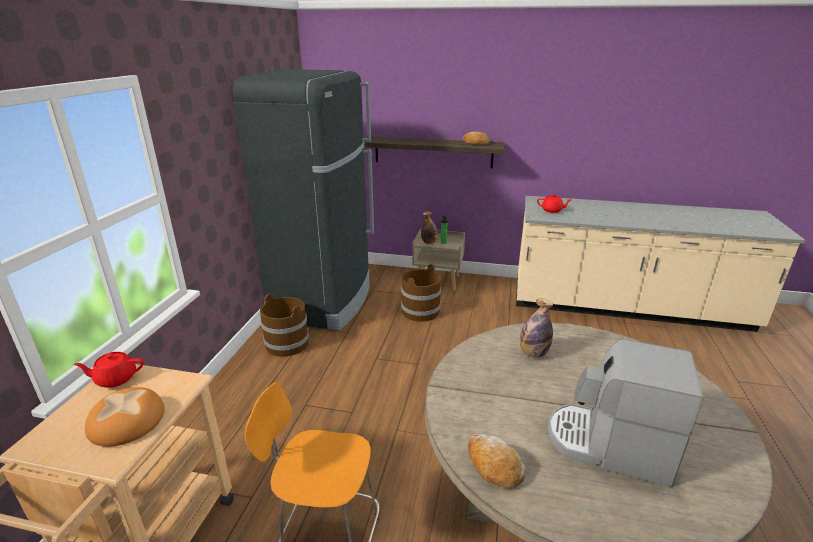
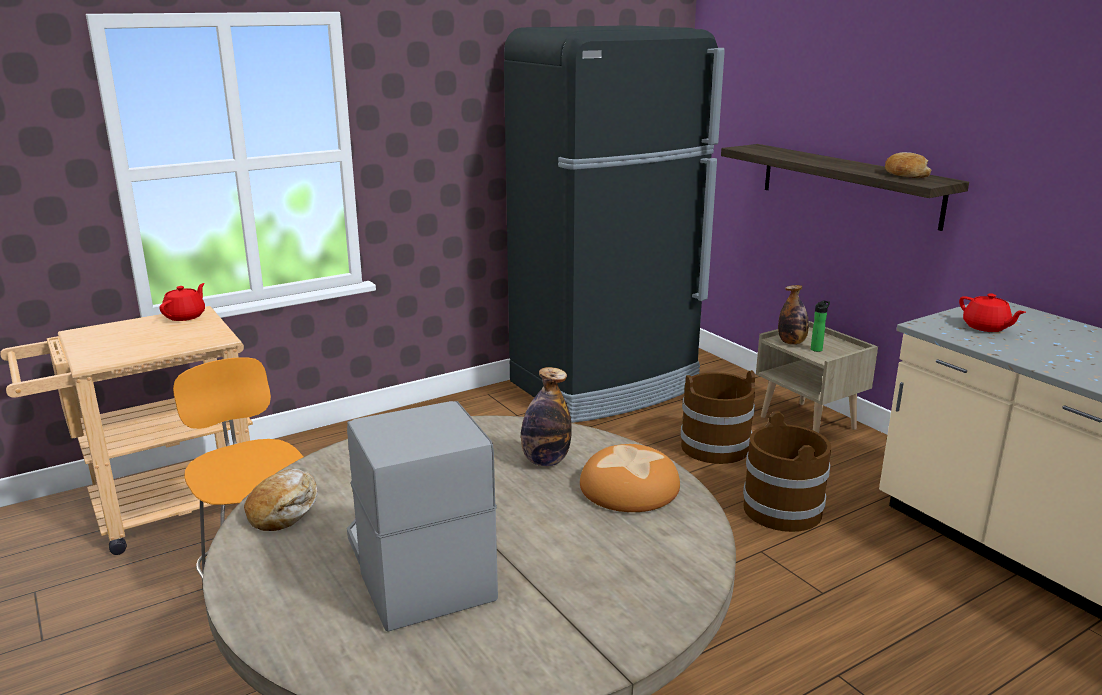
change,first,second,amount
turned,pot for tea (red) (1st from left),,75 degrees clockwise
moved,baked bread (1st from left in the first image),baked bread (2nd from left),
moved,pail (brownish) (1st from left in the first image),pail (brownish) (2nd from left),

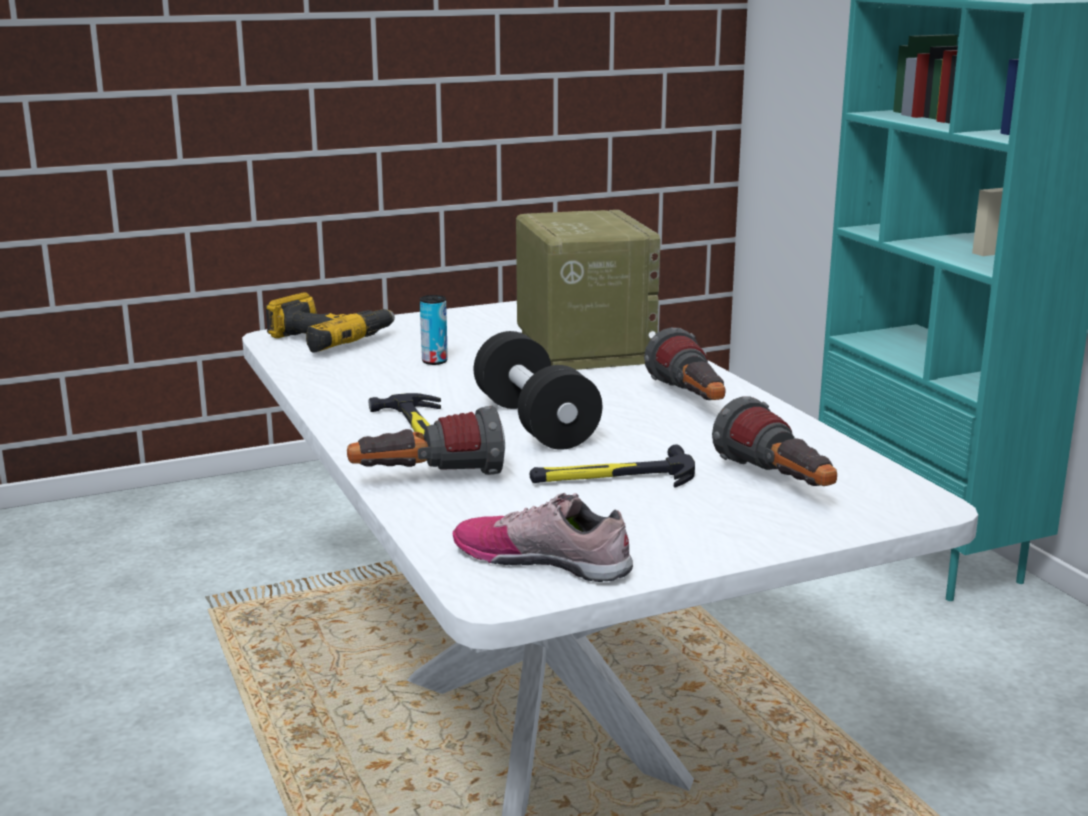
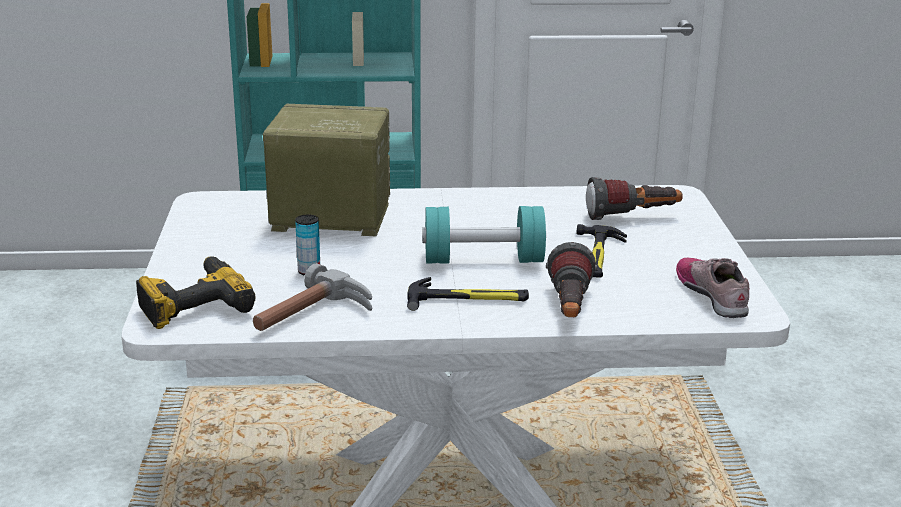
change,first,second,amount
turned,low shoe,,120 degrees clockwise
recoloured,dumbbell (blackish),dumbbell (turquoise-coloured),
removed,torch (2nd from left),,
added,,tool hammer (1st from left),

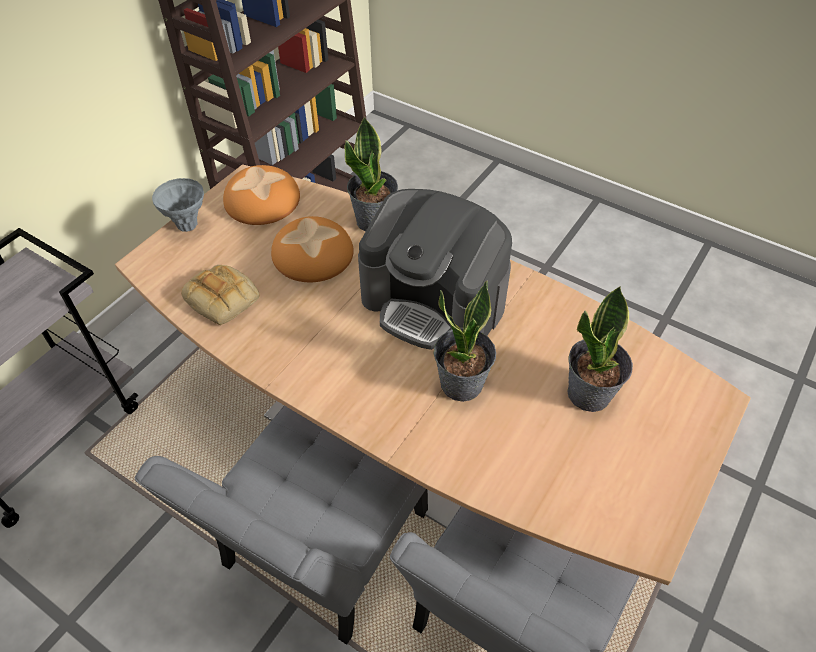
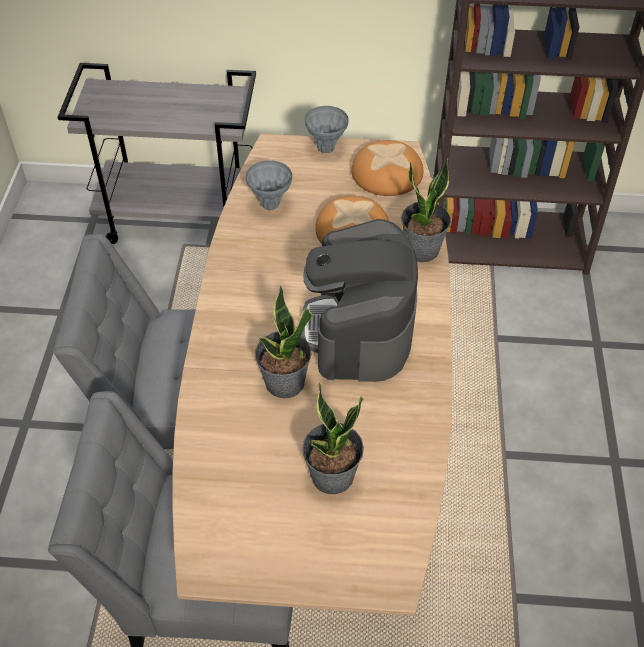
change,first,second,amount
replaced,baked bread (1st from left),flower vase (grey) (1st from left),

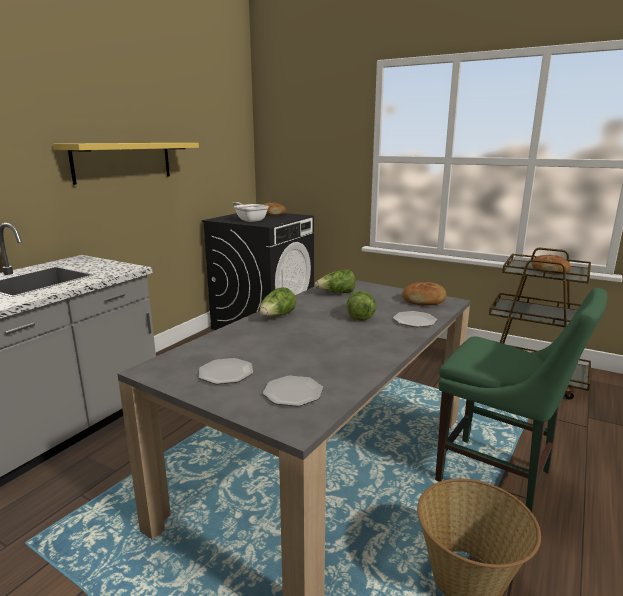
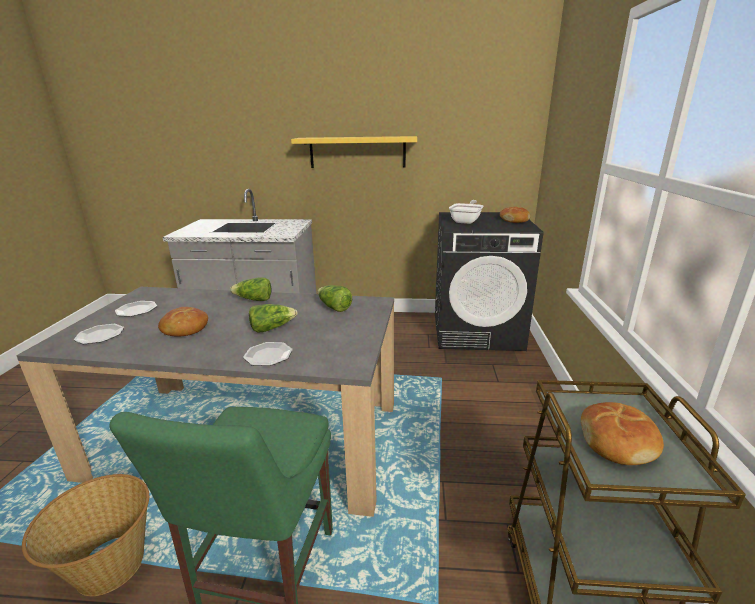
change,first,second,amount
moved,baked bread (2nd from left in the first image),baked bread (1st from left),

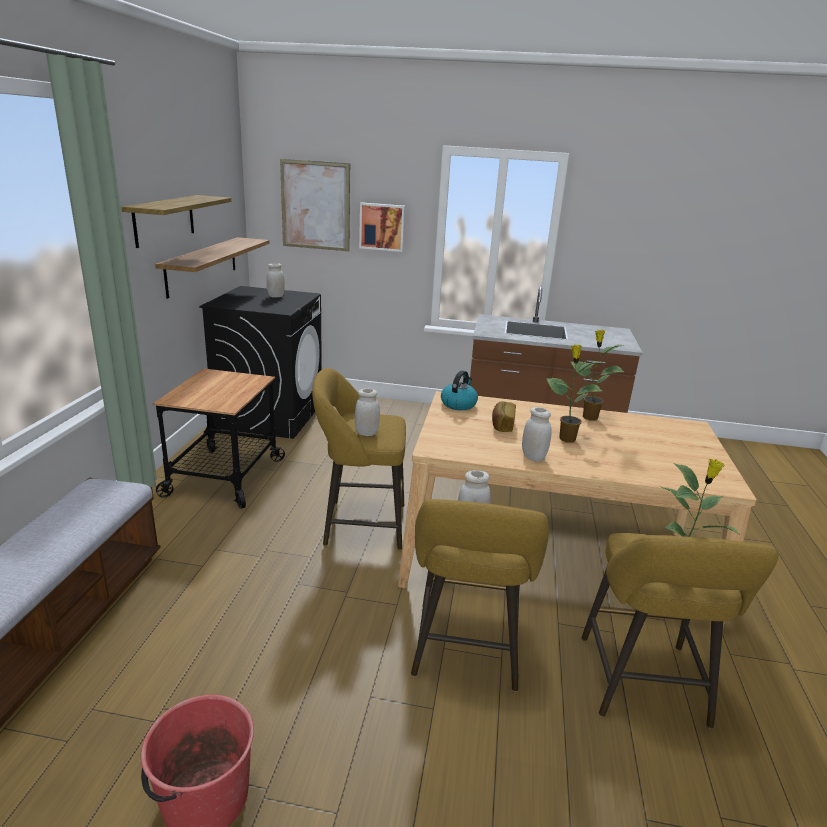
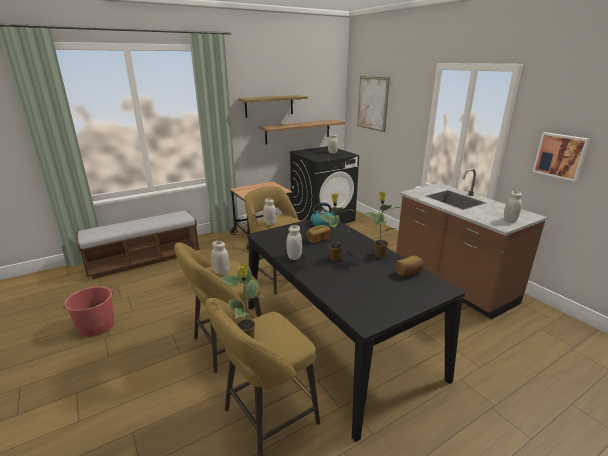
change,first,second,amount
moved,wall art (2nd from left),,
recoloured,dining table (sand-coloured),dining table (blackish),
added,,baked bread (2nd from left),
added,,jar (white-coloured) (5th from left),

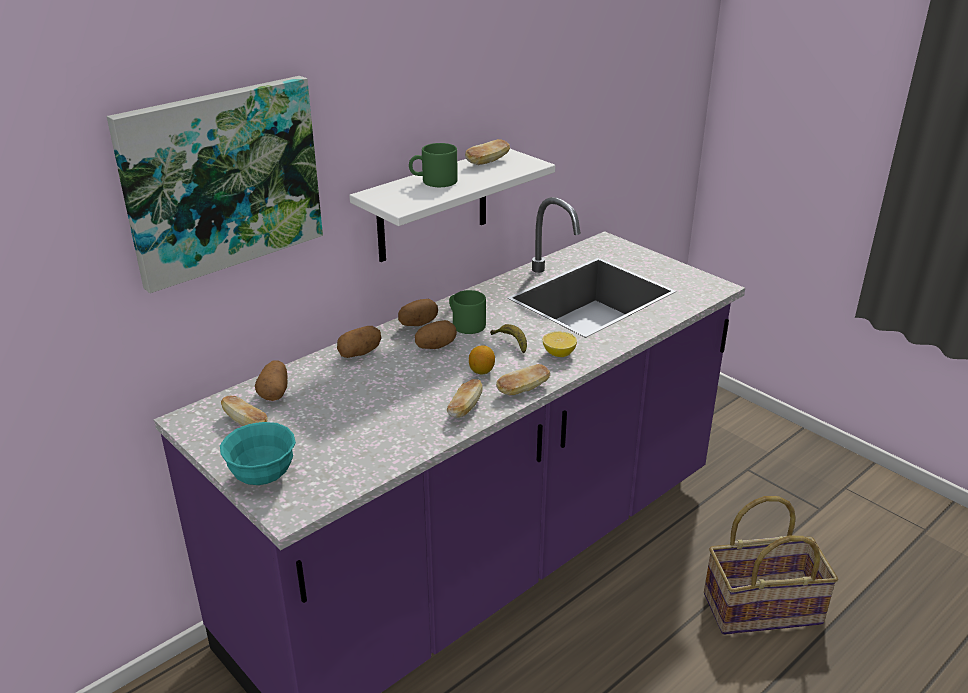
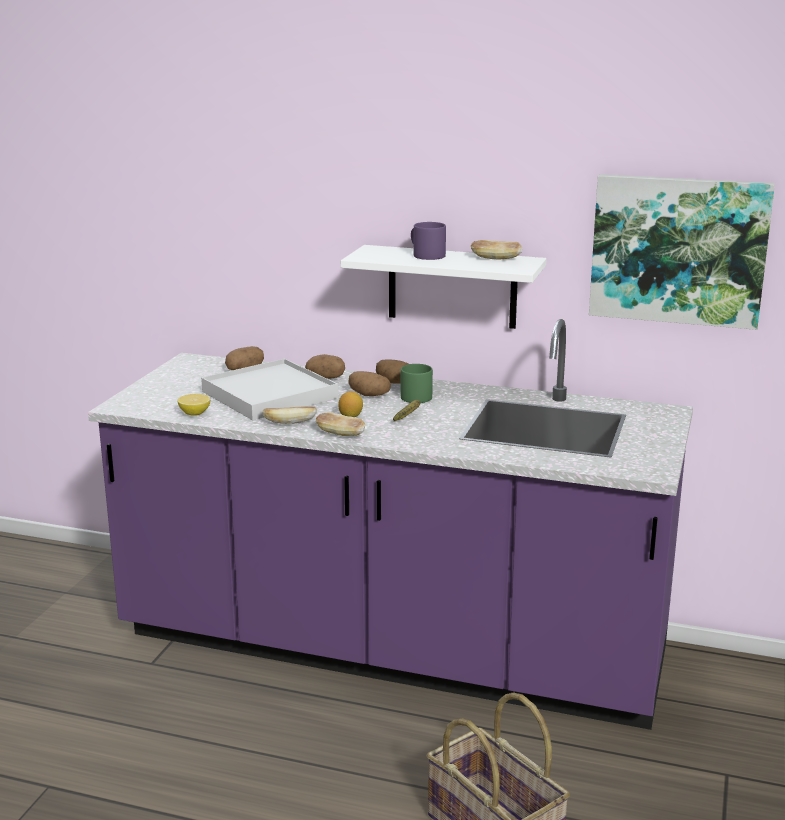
change,first,second,amount
moved,wall art,,
removed,bowl (turquoise-coloured),,
removed,baked bread (1st from left),,
recoloured,coffee mug (greenish) (1st from left),coffee mug (purplish),
moved,citrus fruit (2nd from left in the first image),citrus fruit (1st from left),
added,,carrying tray (white-coloured),

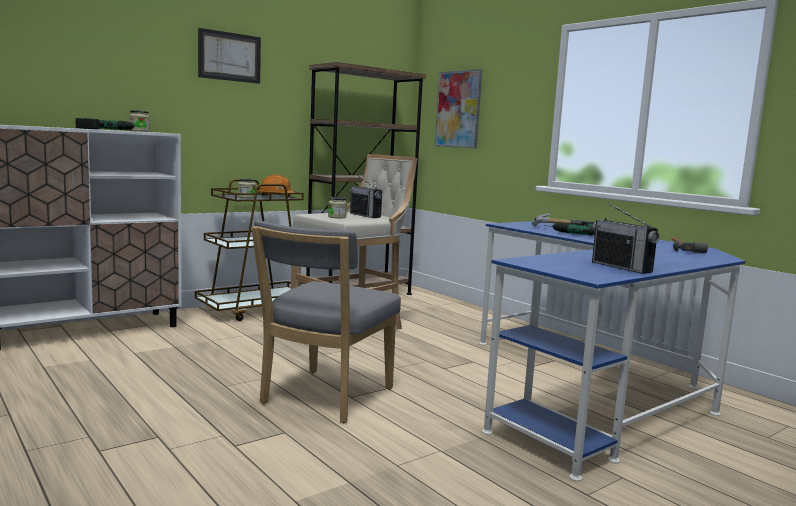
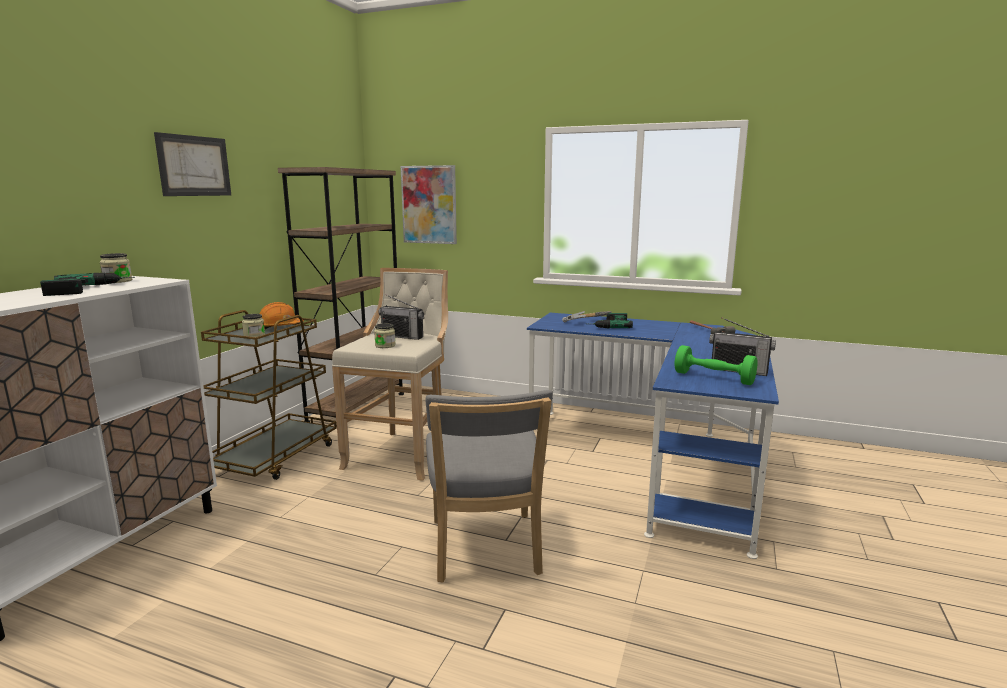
change,first,second,amount
added,,dumbbell (greenish),

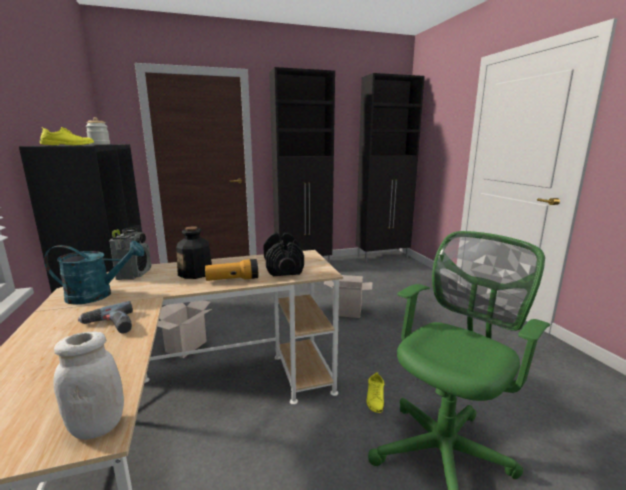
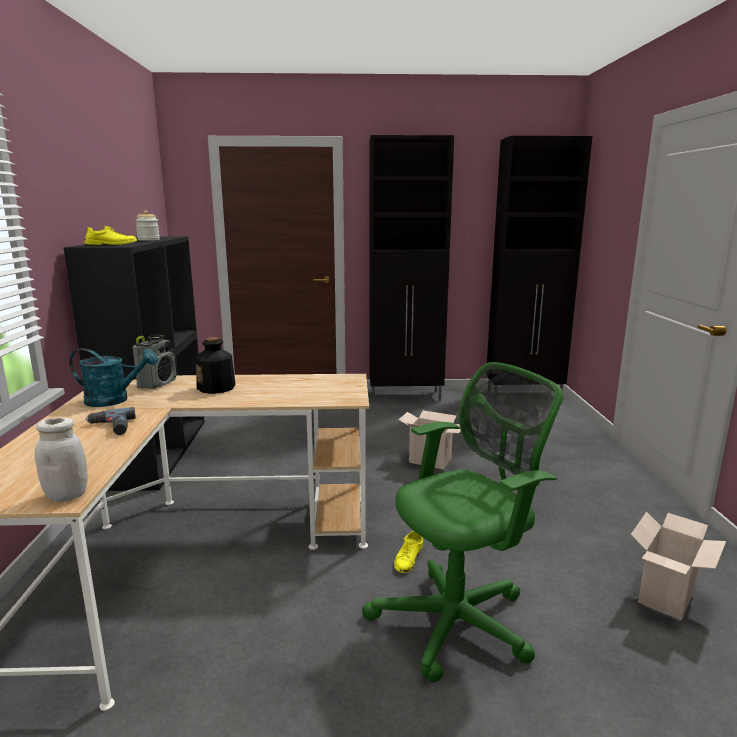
change,first,second,amount
moved,carton (1st from left in the first image),carton (2nd from left),
removed,torch,,
removed,dumbbell (blackish),,

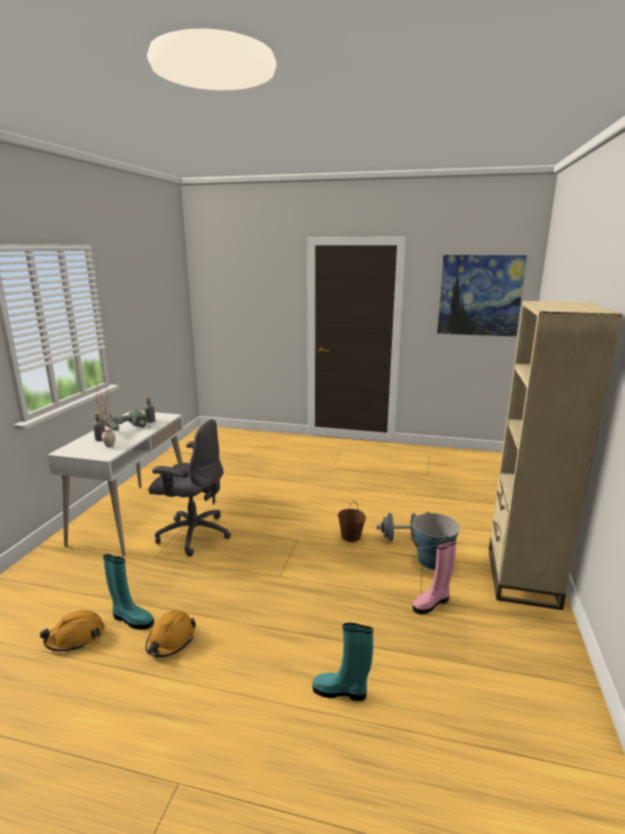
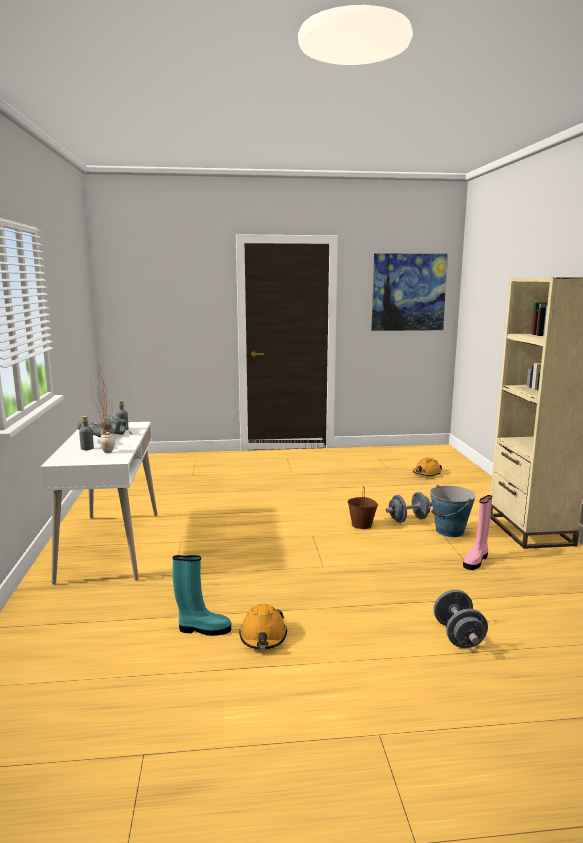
change,first,second,amount
moved,work helmet (orangey) (1st from left in the first image),work helmet (orangey) (2nd from left),
removed,desk chair (grey),,
replaced,boot (turquoise-coloured) (2nd from left),dumbbell (grey) (2nd from left),

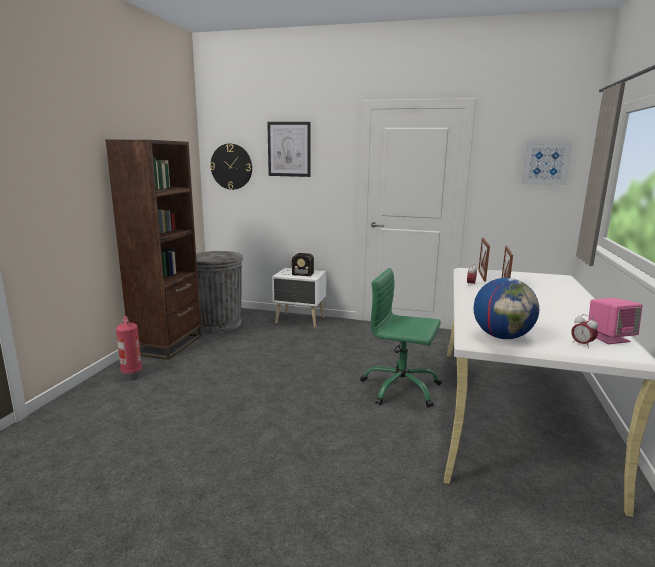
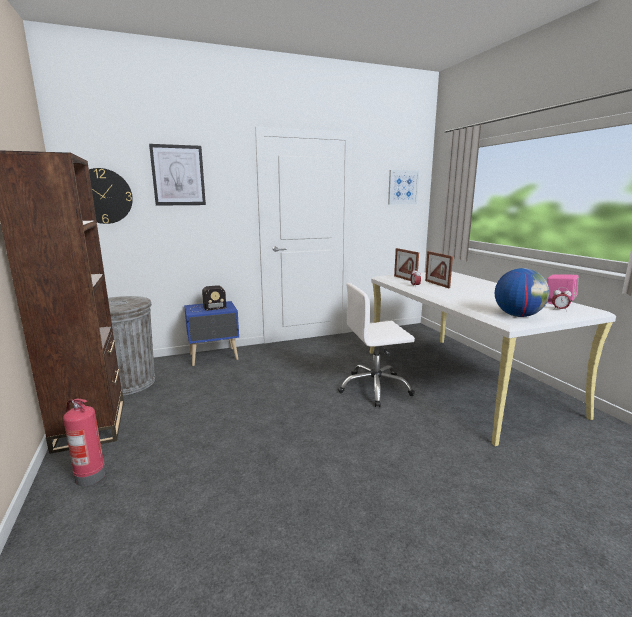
change,first,second,amount
recoloured,nightstand (white-coloured),nightstand (bluish),
recoloured,desk chair (greenish),desk chair (white-coloured),

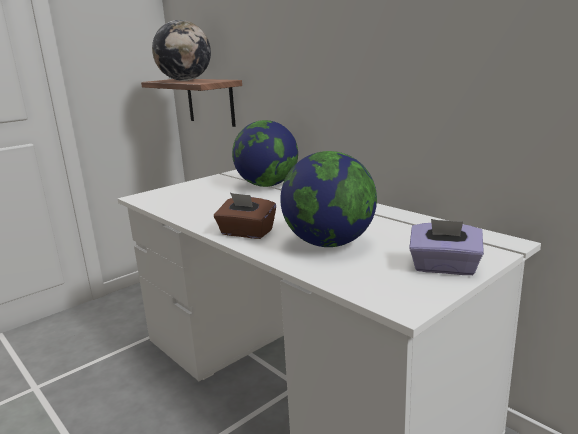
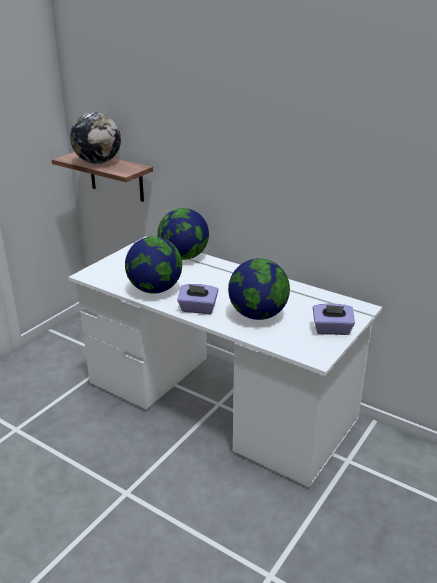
change,first,second,amount
recoloured,tissue holder (brownish),tissue holder (purplish) (1st from left),
added,,world globe (2nd from left),

